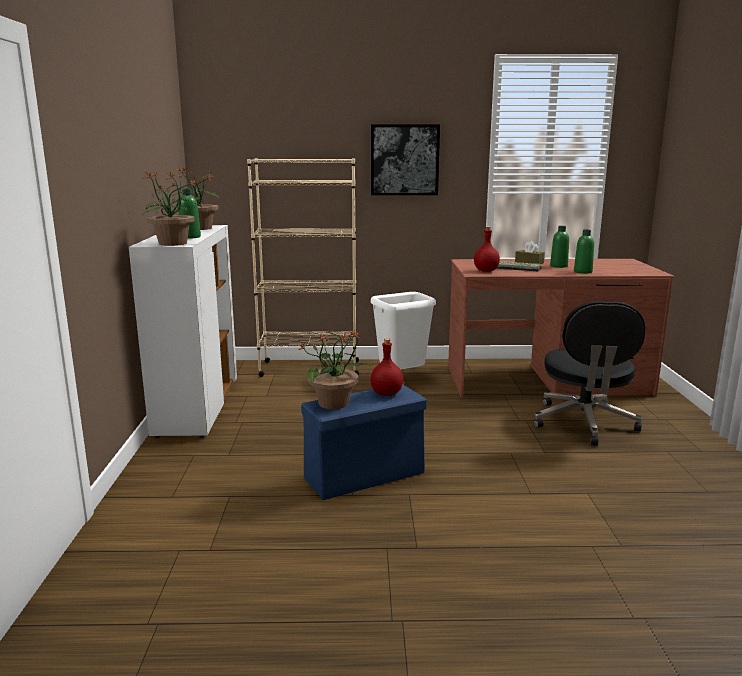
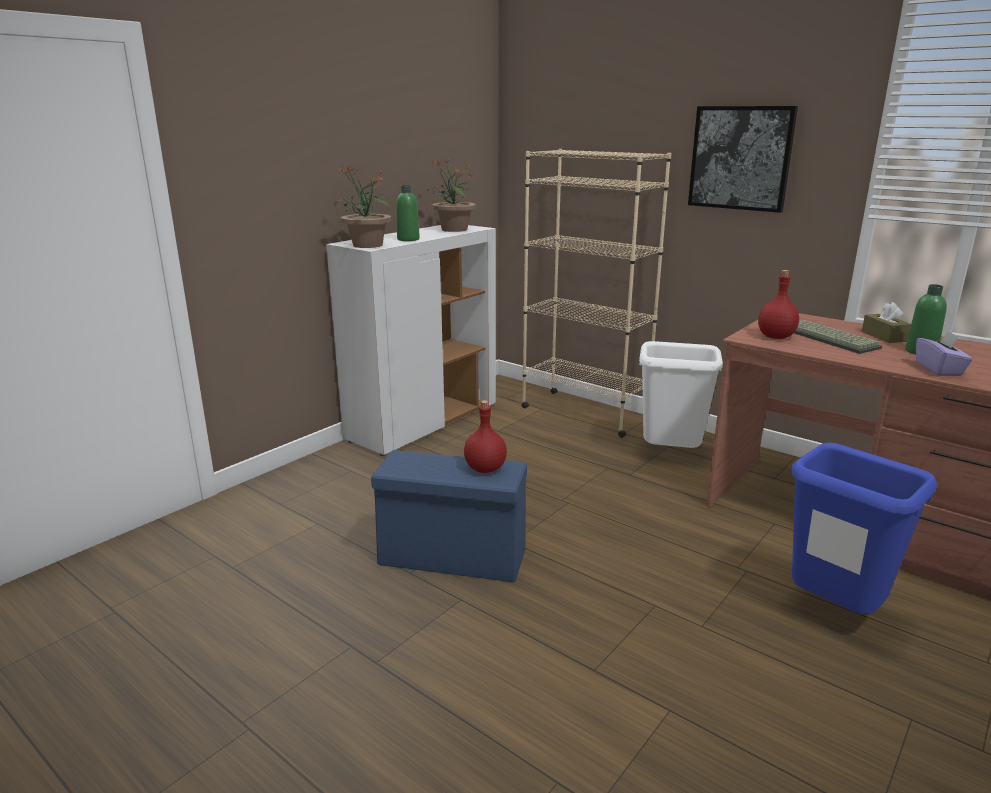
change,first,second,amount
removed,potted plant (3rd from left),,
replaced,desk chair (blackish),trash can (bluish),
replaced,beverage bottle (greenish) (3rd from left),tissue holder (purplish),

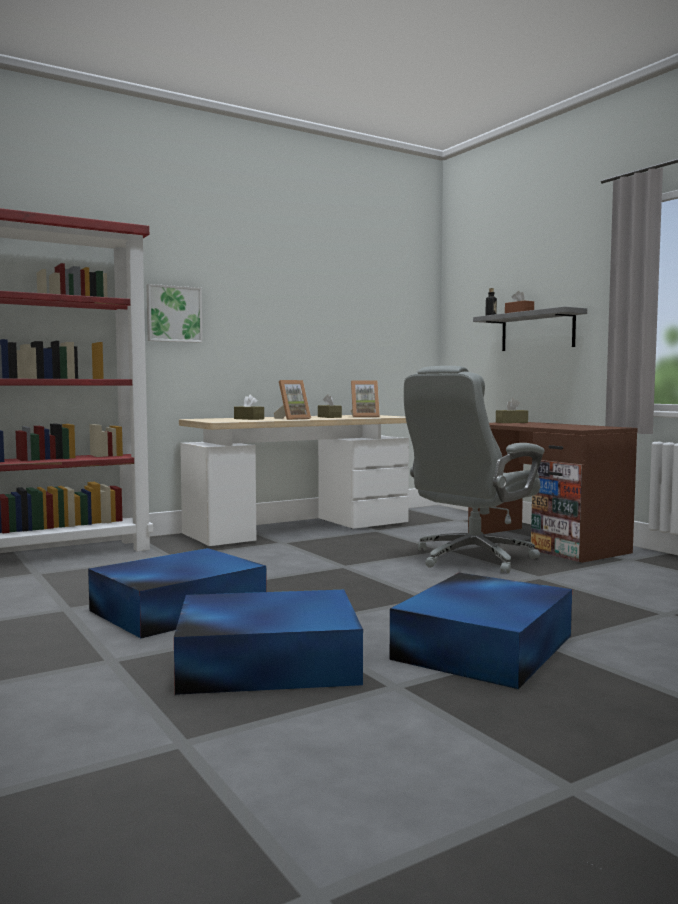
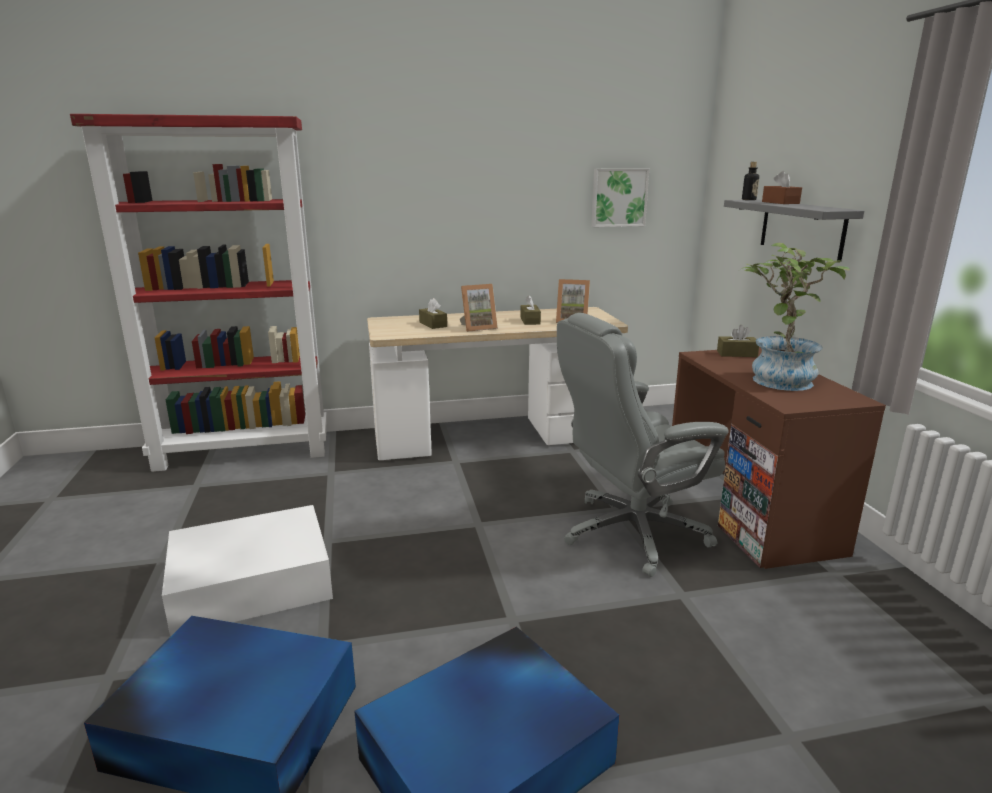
change,first,second,amount
recoloured,storage box (bluish) (1st from left),storage box (white-coloured),
moved,wall art,,
added,,potted plant,

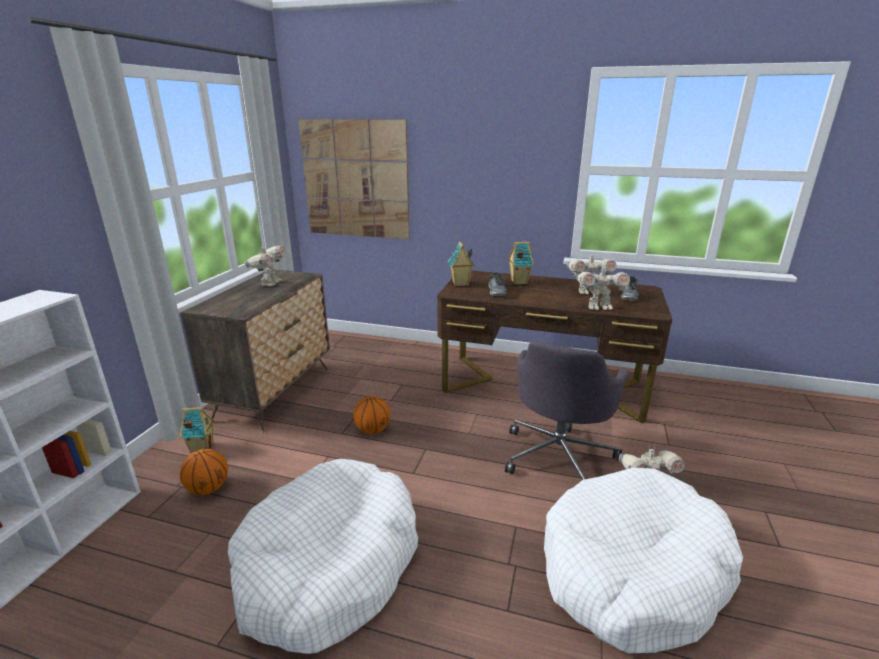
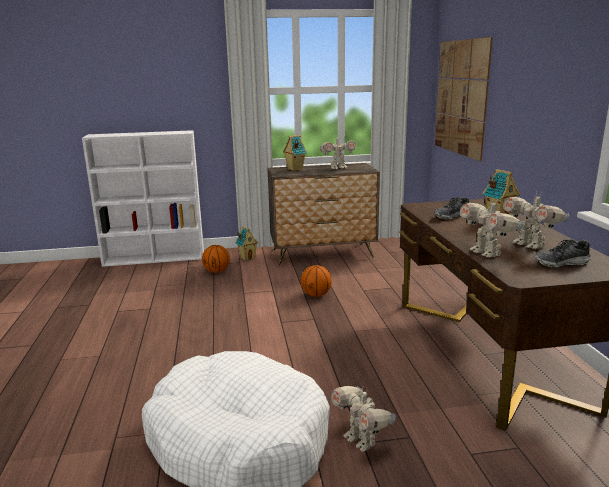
change,first,second,amount
removed,dog bed (white-coloured) (1st from left),,
moved,toy house (2nd from left),,
removed,desk chair (grey),,

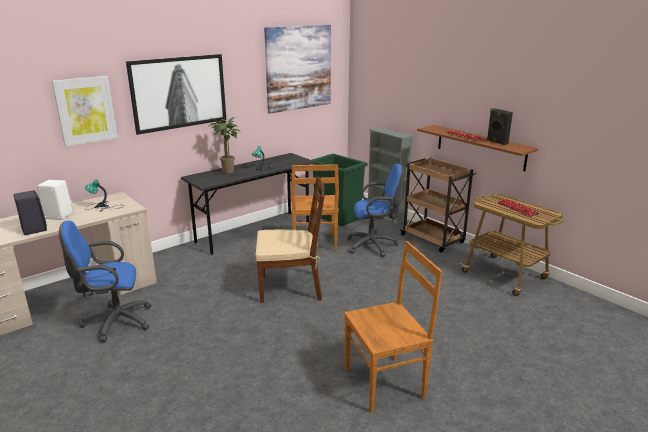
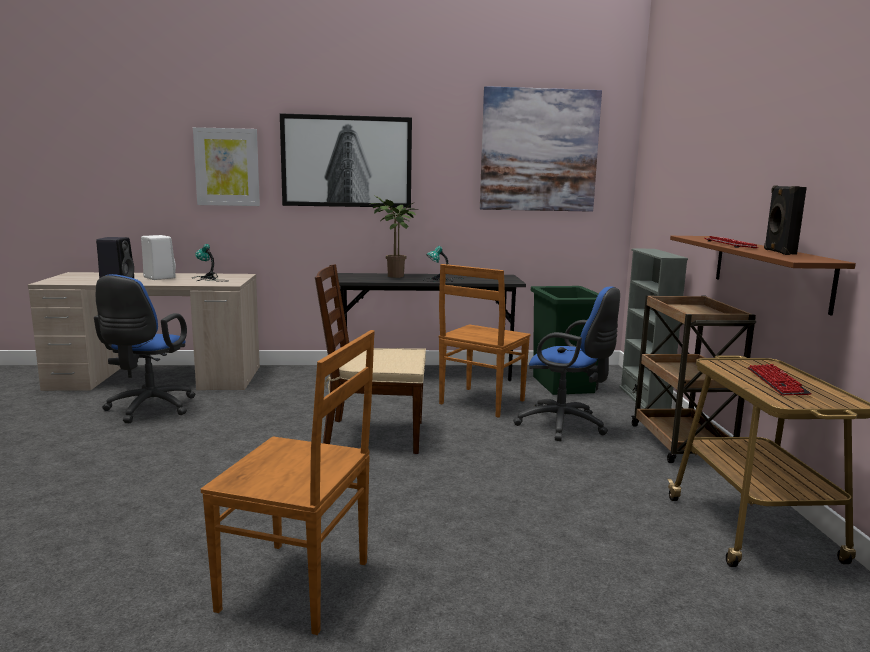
change,first,second,amount
turned,desk chair (bluish) (1st from left),,105 degrees counterclockwise
turned,plain chair (brownish) (1st from left in the first image),plain chair (brownish) (2nd from left),150 degrees clockwise

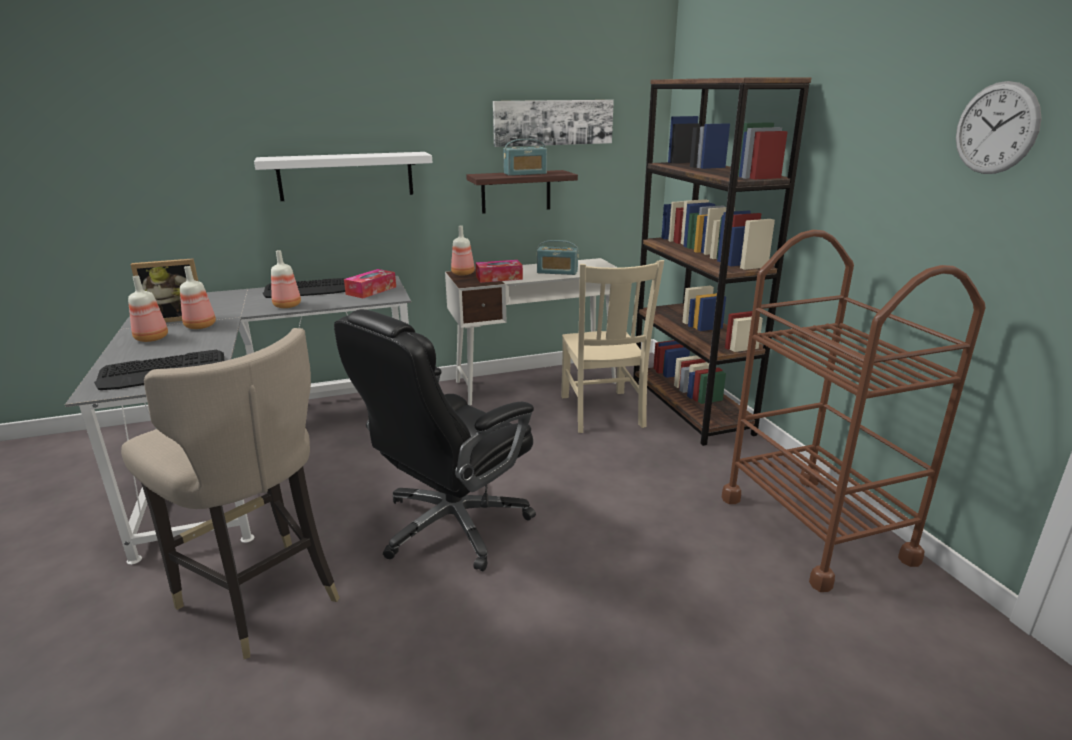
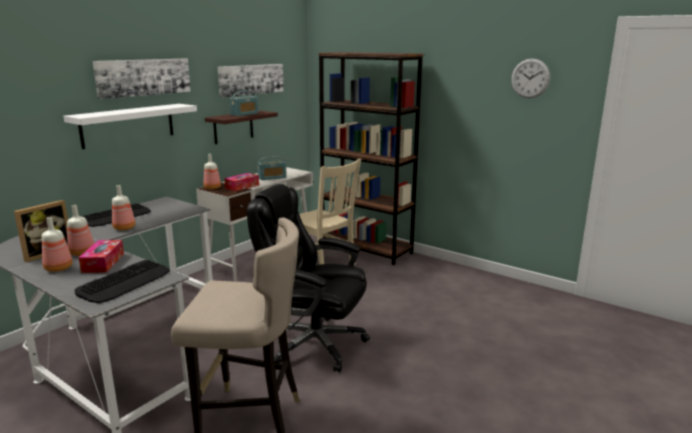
change,first,second,amount
turned,desk chair (blackish),,105 degrees clockwise
moved,tissue holder (1st from left),,
removed,wheeled cart (brownish),,
added,,wall art (1st from left),

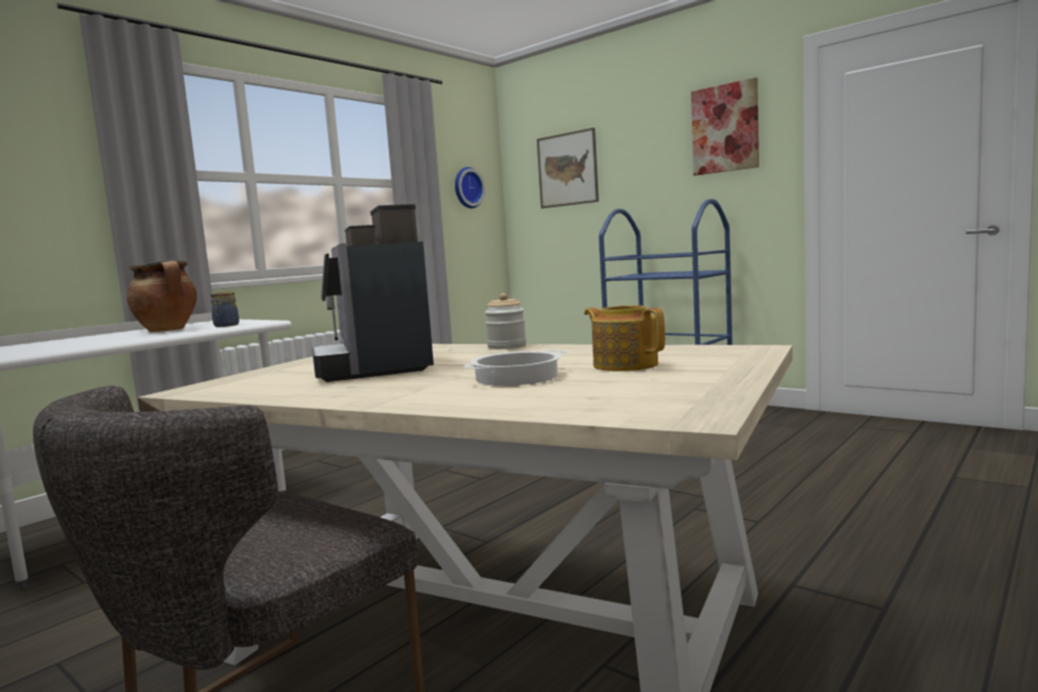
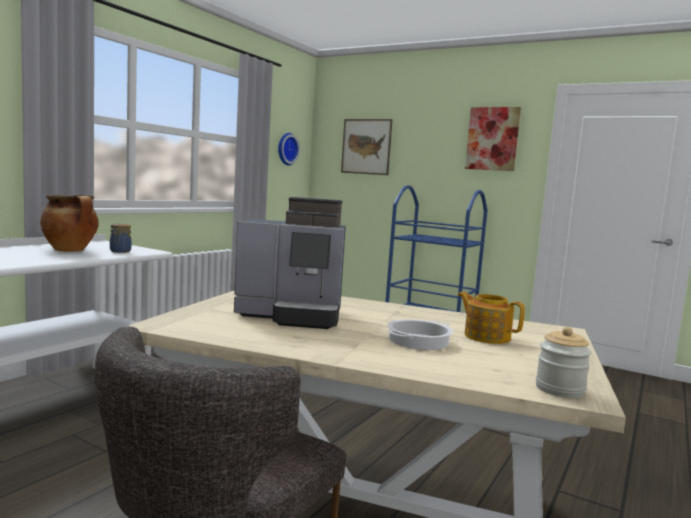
change,first,second,amount
turned,coffee brewer,,60 degrees counterclockwise
moved,jar (2nd from left),,

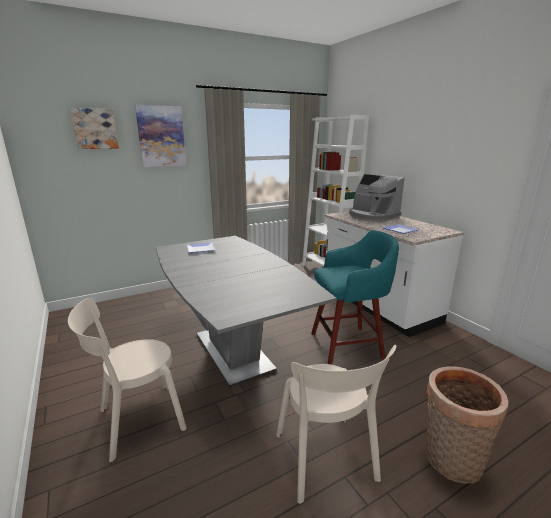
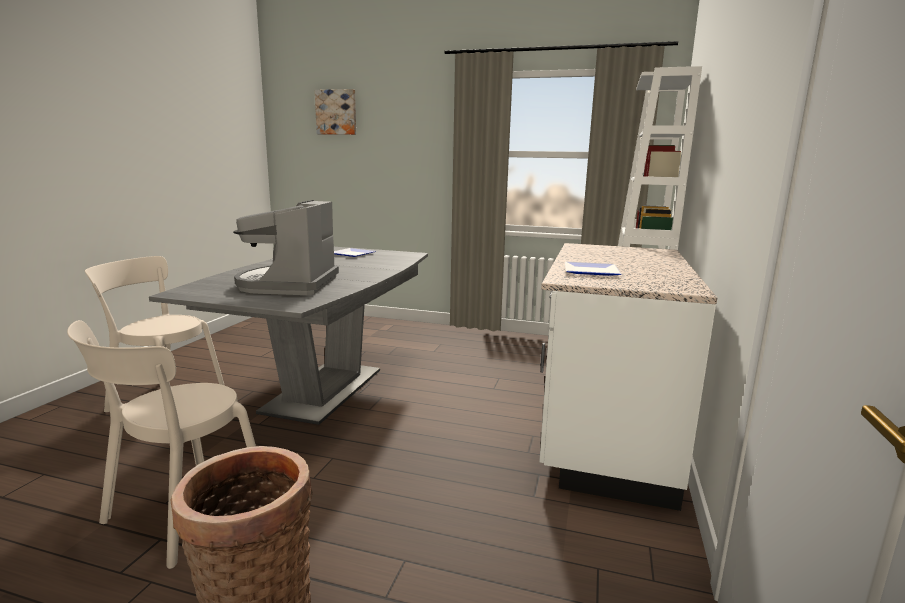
change,first,second,amount
removed,wall art (2nd from left),,
removed,stool (turquoise-coloured),,
moved,coffee brewer,,

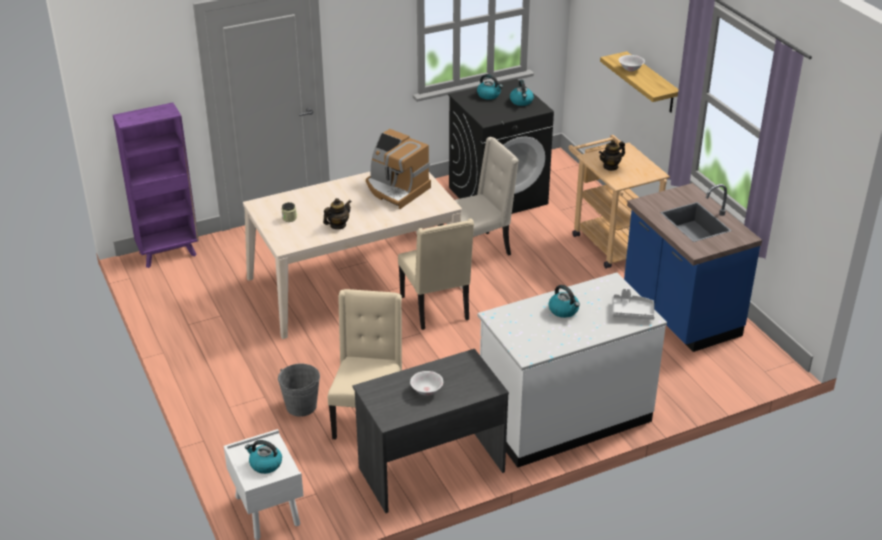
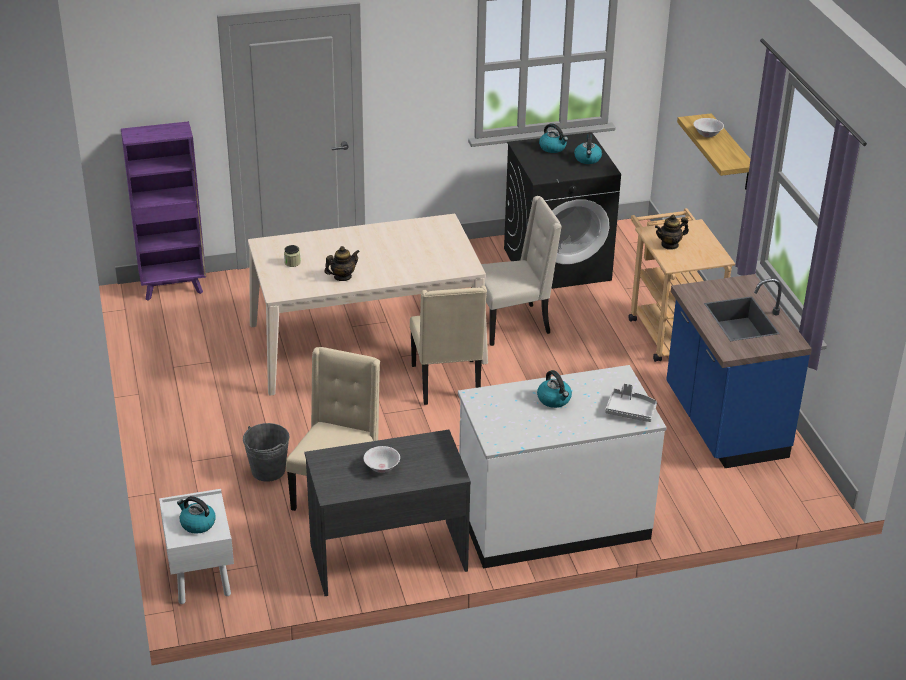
change,first,second,amount
removed,coffee brewer,,

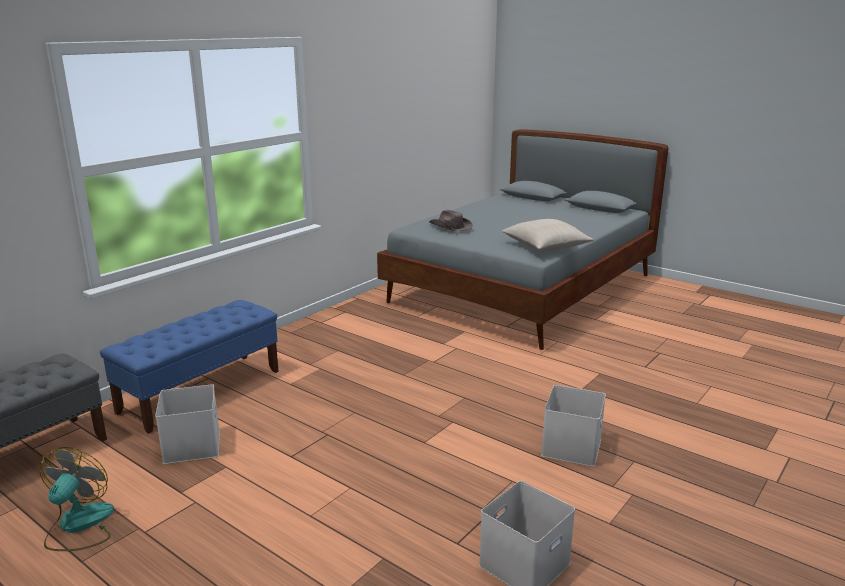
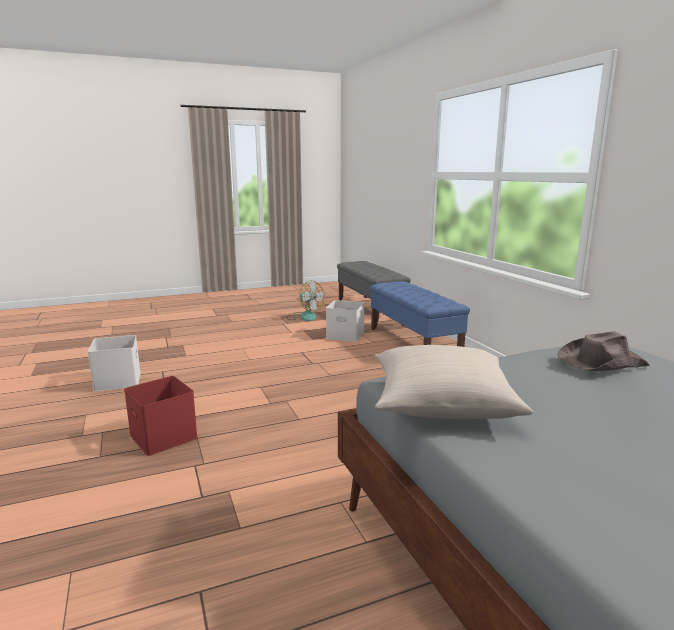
change,first,second,amount
recoloured,storage box (white-coloured) (3rd from left),storage box (red),

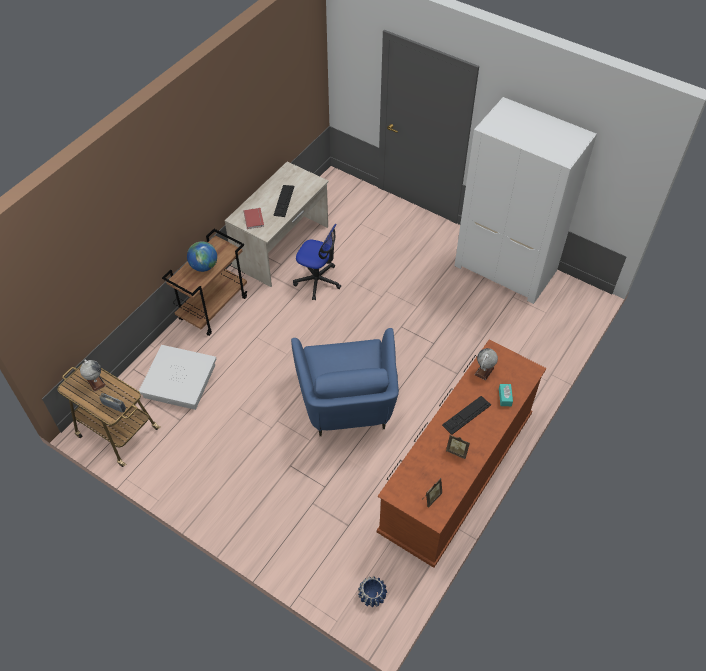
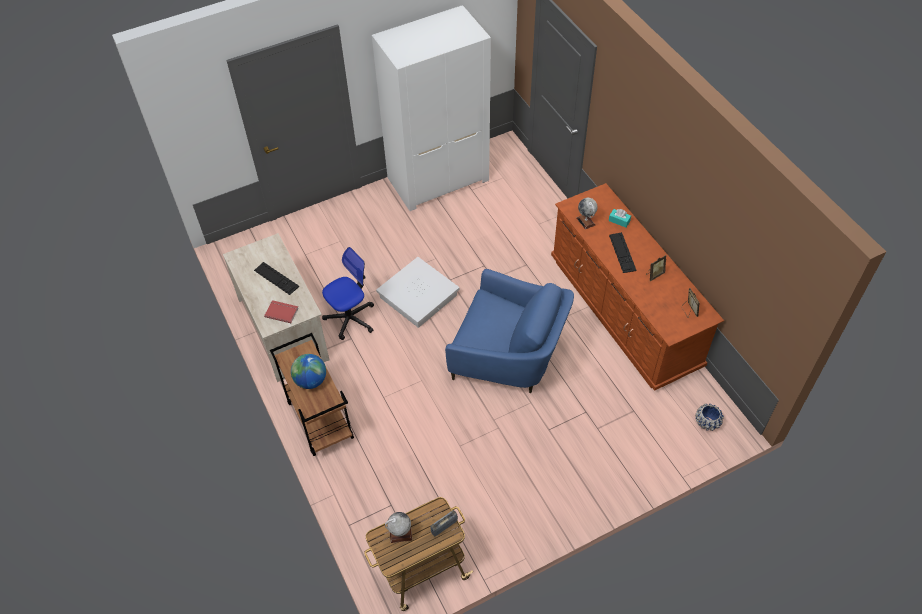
change,first,second,amount
moved,storage box (white-coloured),,

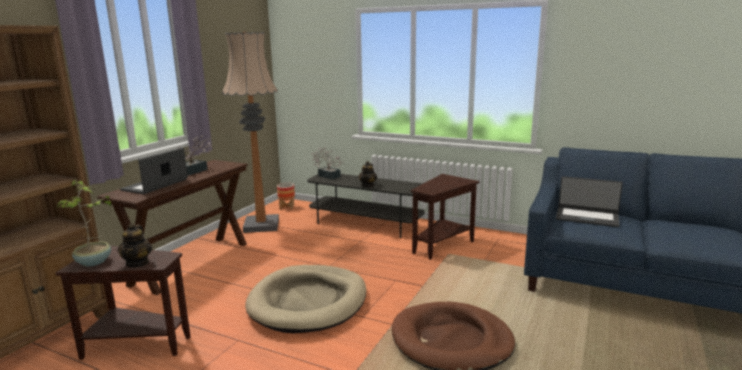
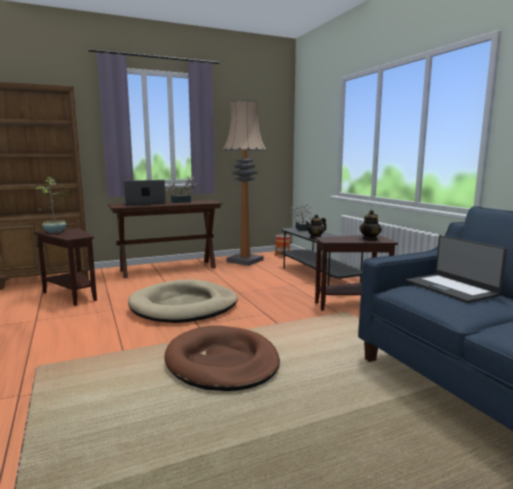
change,first,second,amount
moved,pot for tea (1st from left in the first image),pot for tea (2nd from left),

